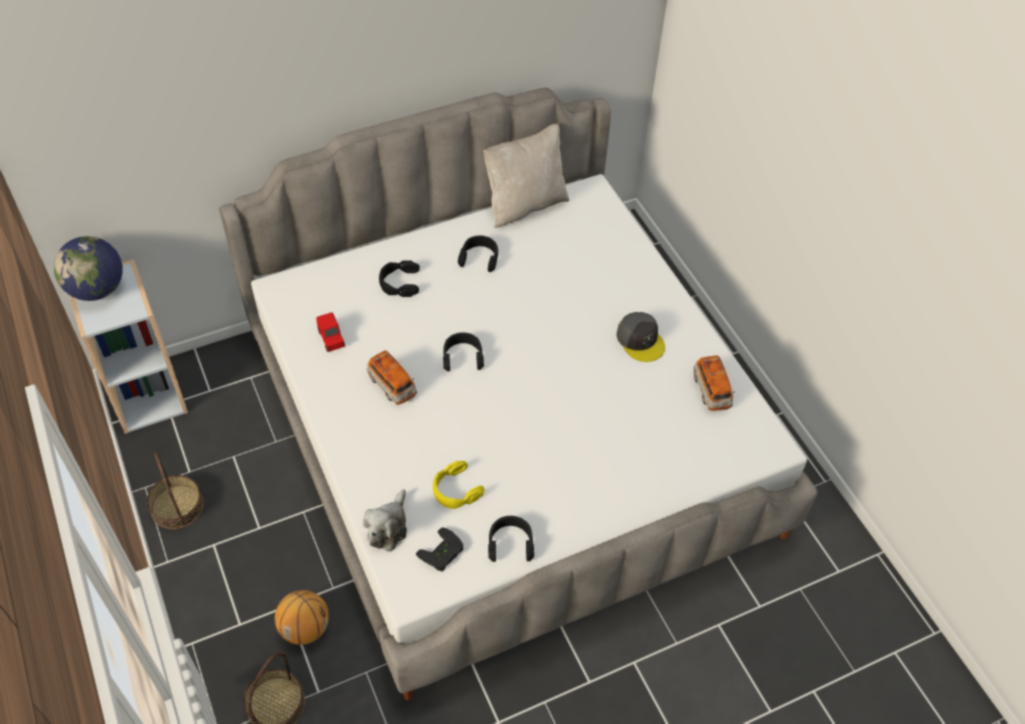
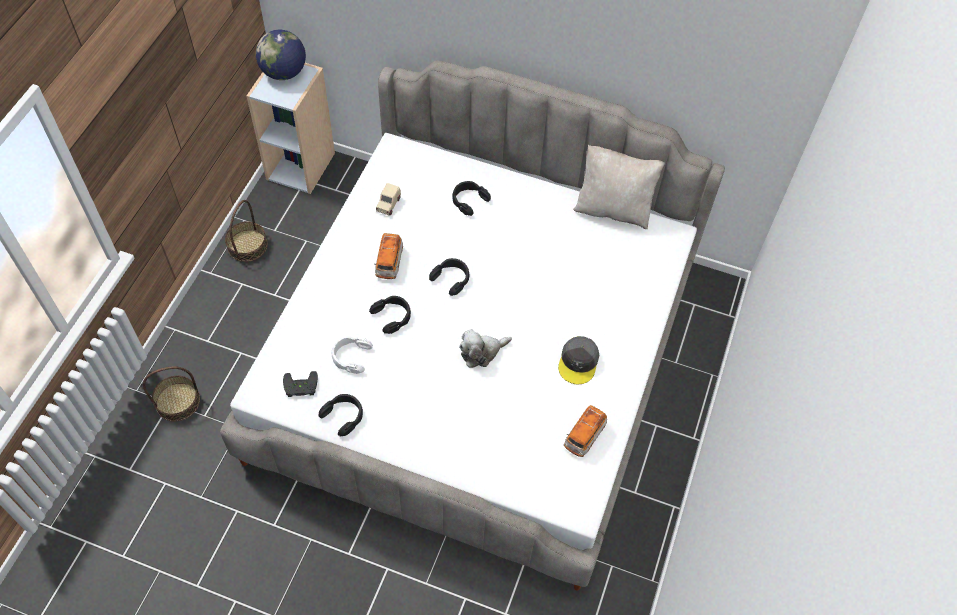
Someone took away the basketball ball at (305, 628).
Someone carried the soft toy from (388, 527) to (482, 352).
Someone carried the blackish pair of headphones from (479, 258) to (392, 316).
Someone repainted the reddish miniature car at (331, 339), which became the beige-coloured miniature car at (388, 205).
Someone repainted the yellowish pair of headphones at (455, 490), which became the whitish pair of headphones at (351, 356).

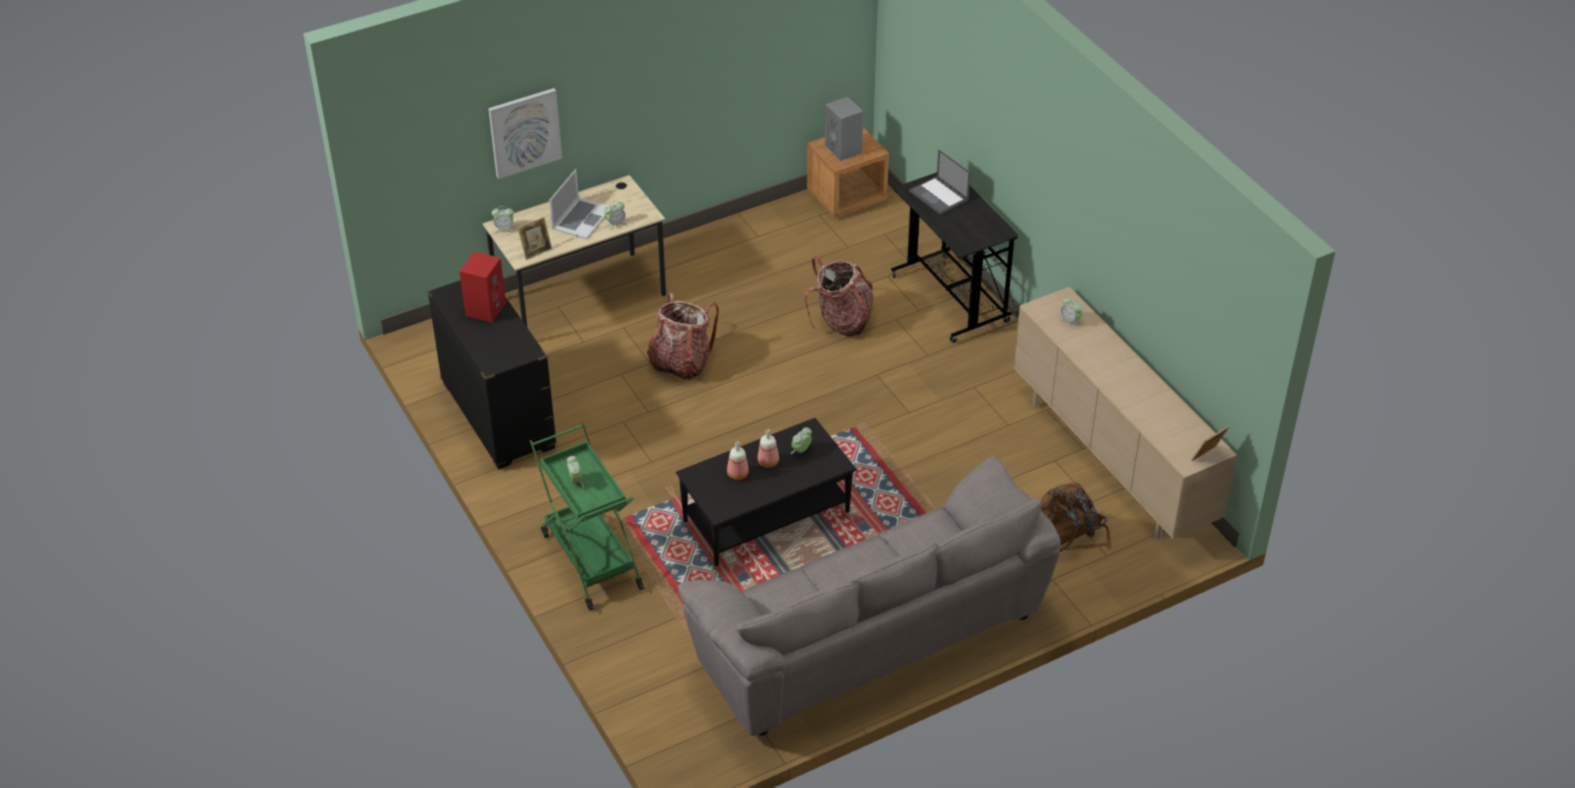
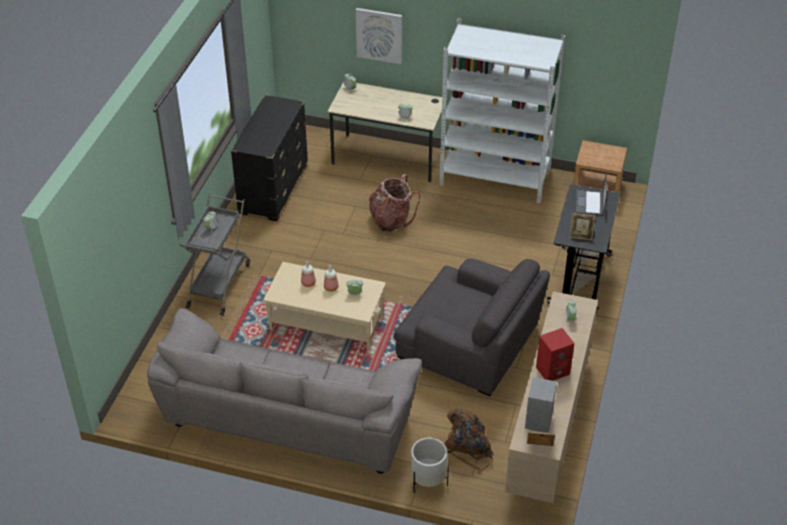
Someone took away the portable computer at (581, 218).
Someone took away the backpack at (842, 321).
Someone put down the gray armchair at (470, 344).
Someone put down the whitish plant pot at (428, 481).
Someone put down the whitish bookshelf at (495, 177).
Someone carried the reddish loudspeaker from (485, 308) to (553, 370).
Someone carried the photo frame from (536, 251) to (580, 236).
Someone carried the gray loudspeaker from (844, 149) to (539, 421).
Someone repainted the green-coloured cart at (591, 561), which became the gray cart at (220, 285).
Someone repainted the blackish low table at (765, 517), which became the beige-coloured low table at (326, 323).

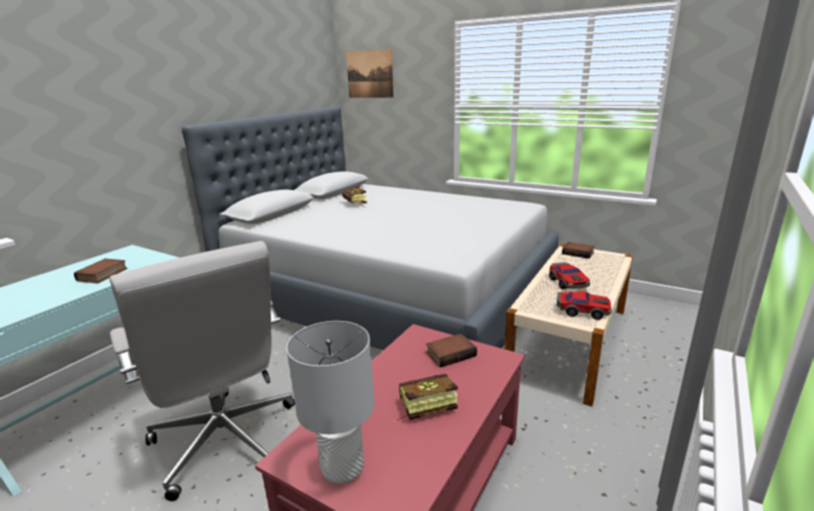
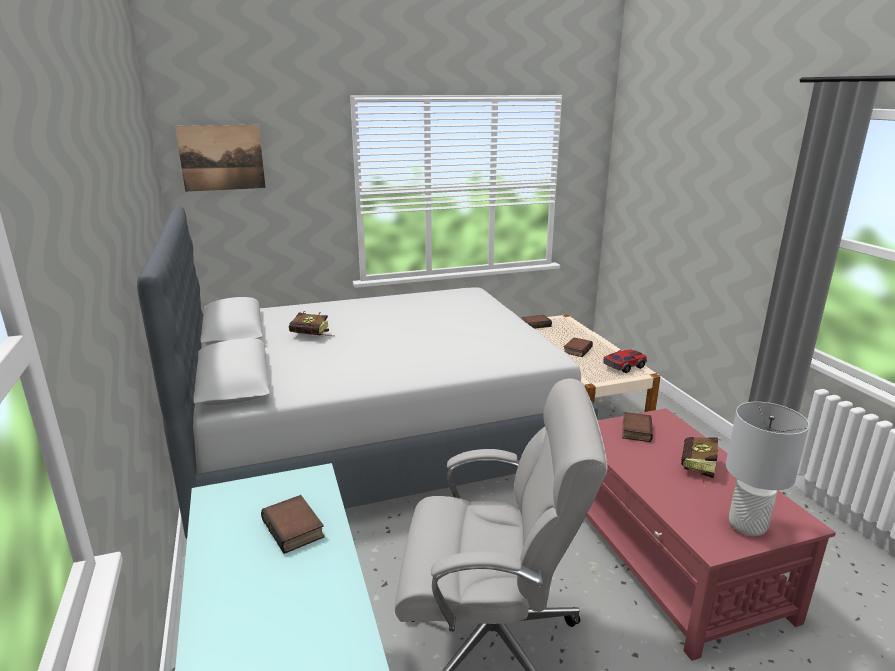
Someone swapped the miniature car at (568, 282) for the volume at (577, 350).

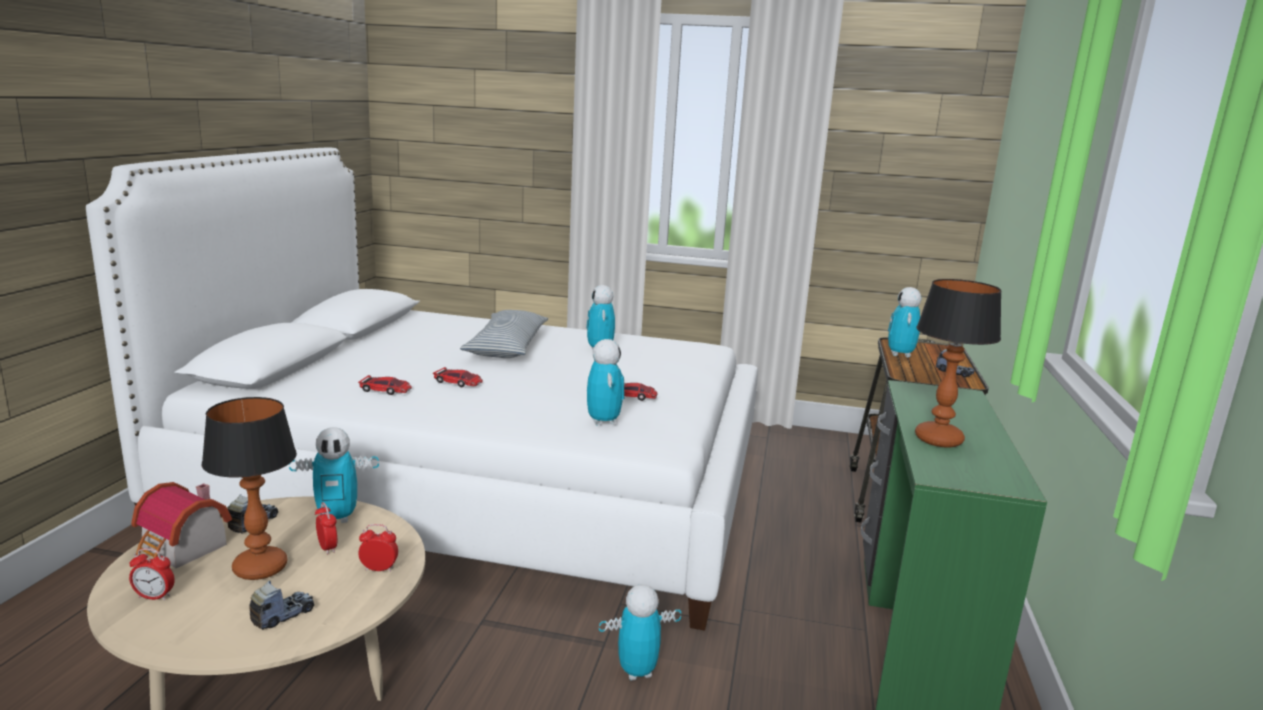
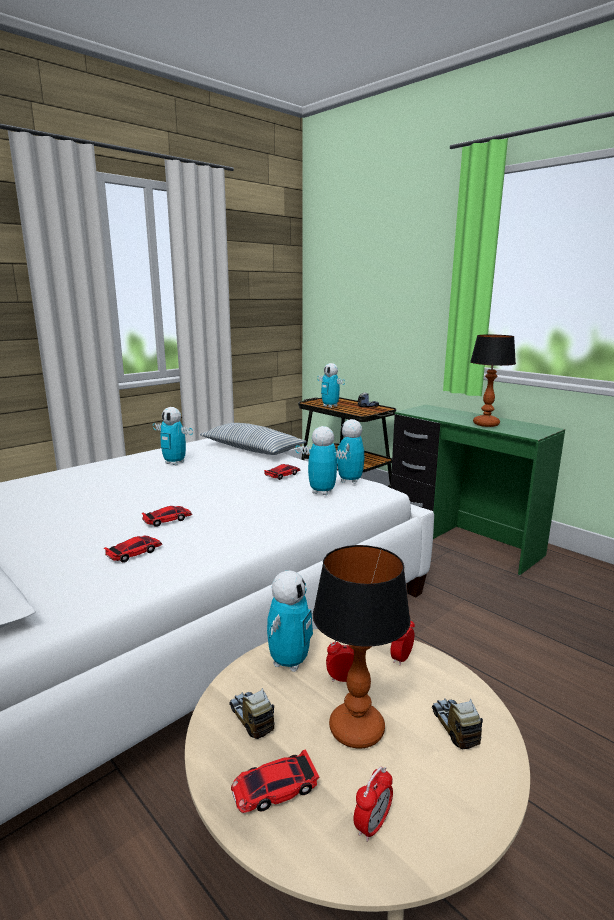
Someone carried the cushion from (507, 347) to (252, 449).
Someone carried the model robot from (637, 672) to (350, 481).
Someone swapped the toy house at (182, 550) for the miniature car at (275, 788).

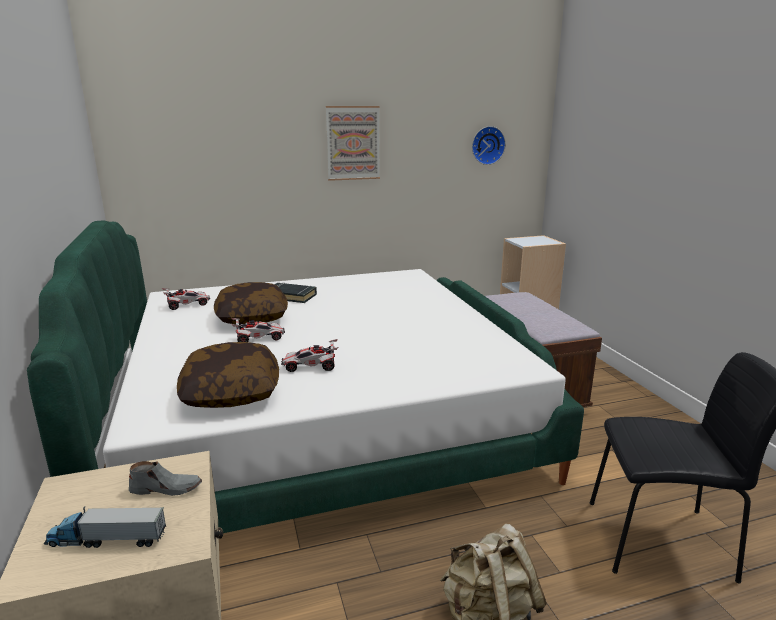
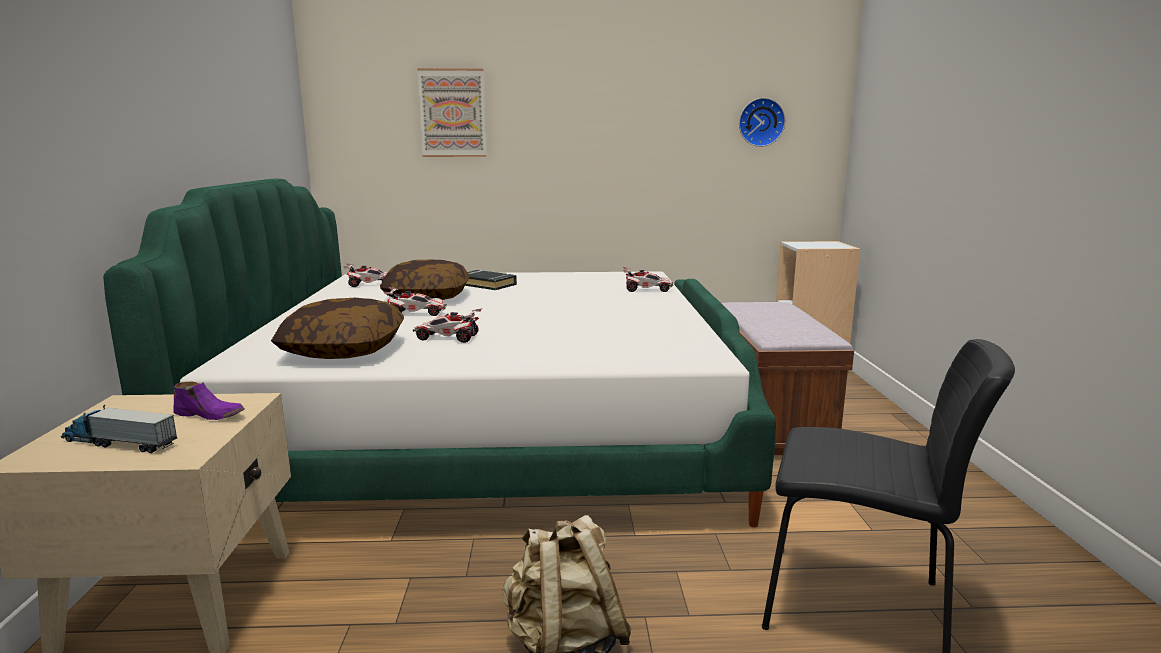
Someone put down the miniature car at (647, 290).
Someone carried the wall picture from (353, 143) to (452, 113).
Someone repainted the gray item of footwear at (166, 488), which became the purplish item of footwear at (210, 415).

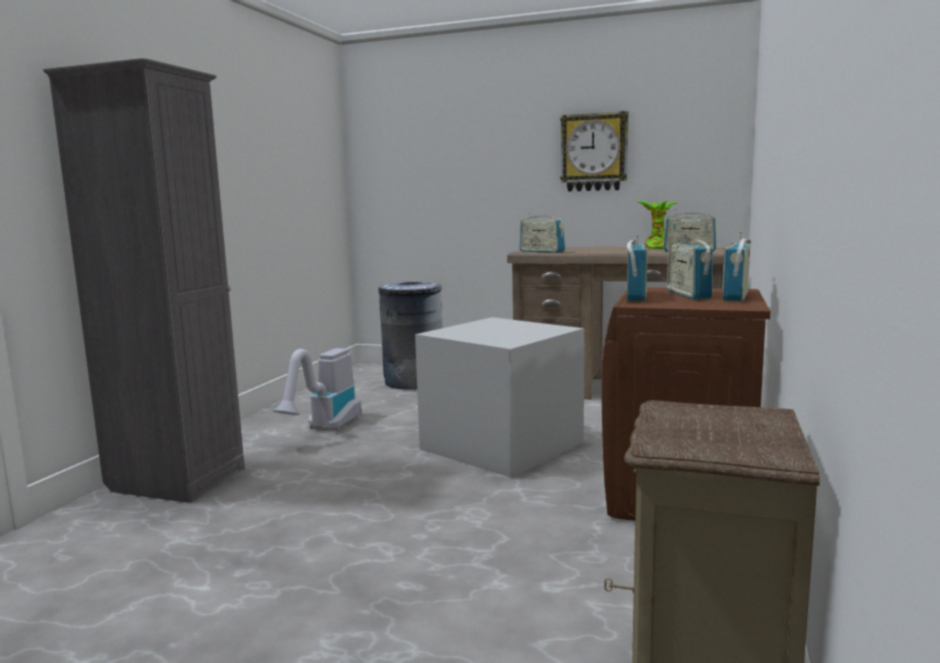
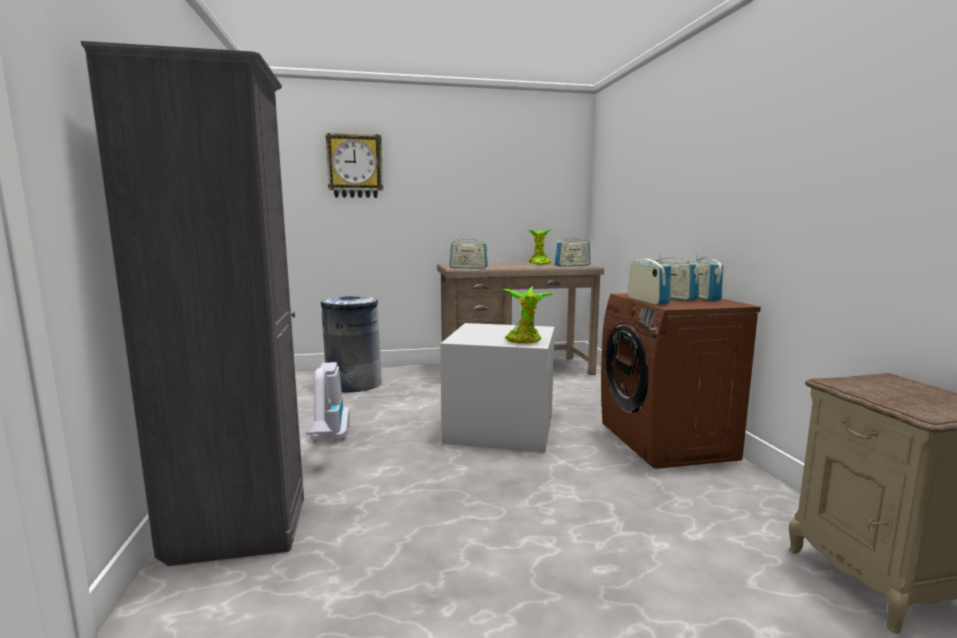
Someone put down the plant in a pot at (524, 341).
Someone carried the wall clock from (594, 152) to (355, 166).

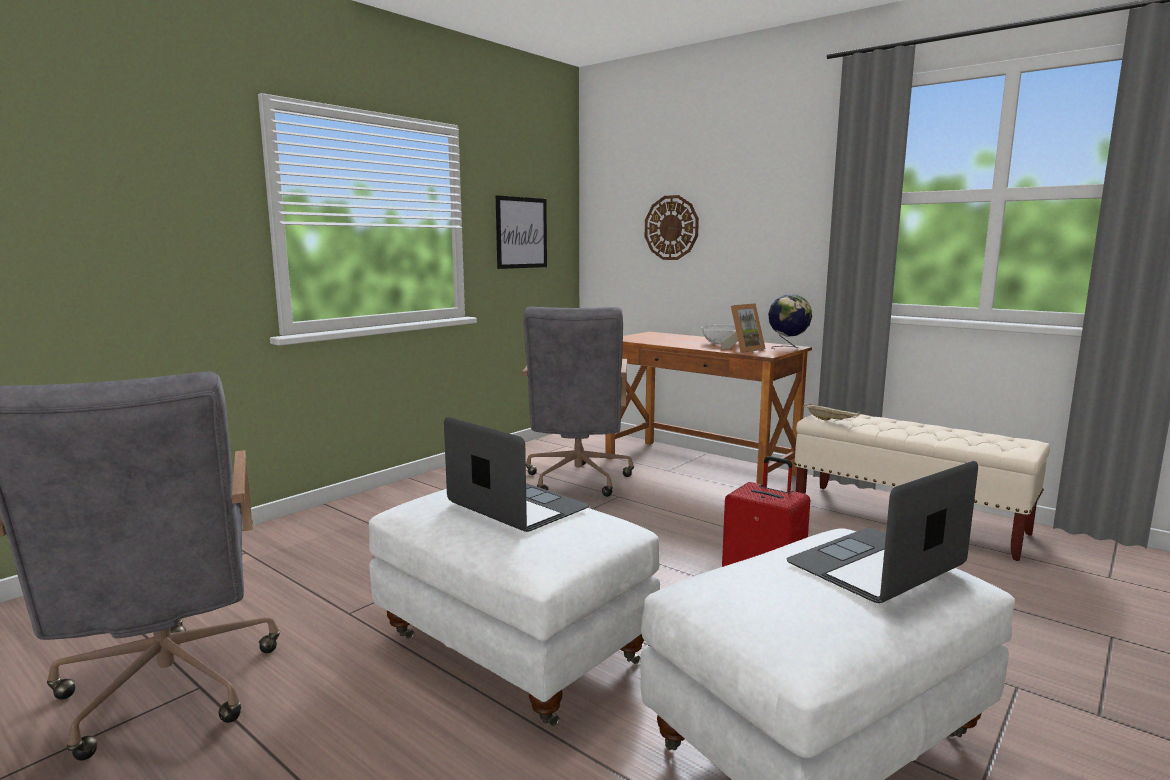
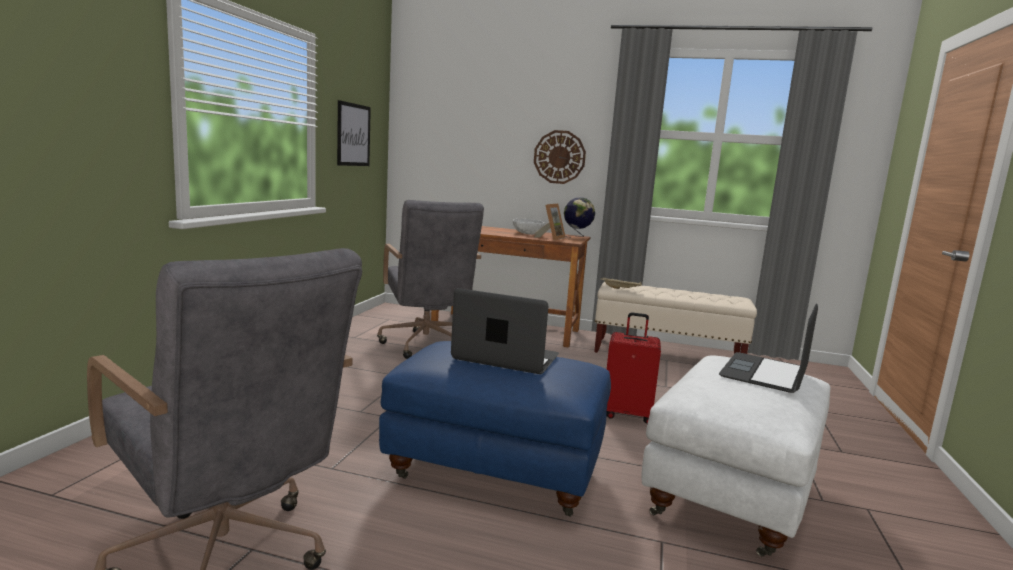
Someone carried the wall clock from (671, 228) to (559, 157).
Someone repainted the whitish footrest at (511, 652), which became the bluish footrest at (494, 475).

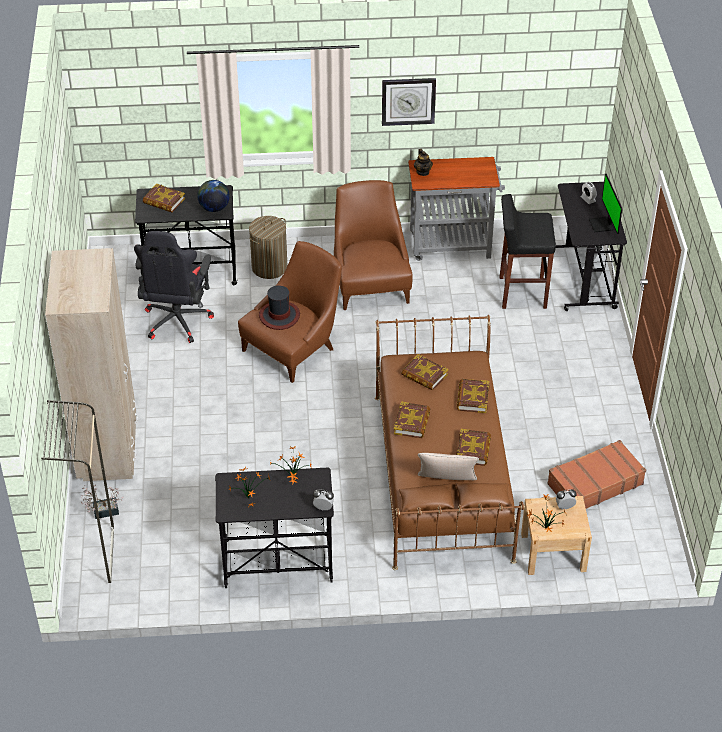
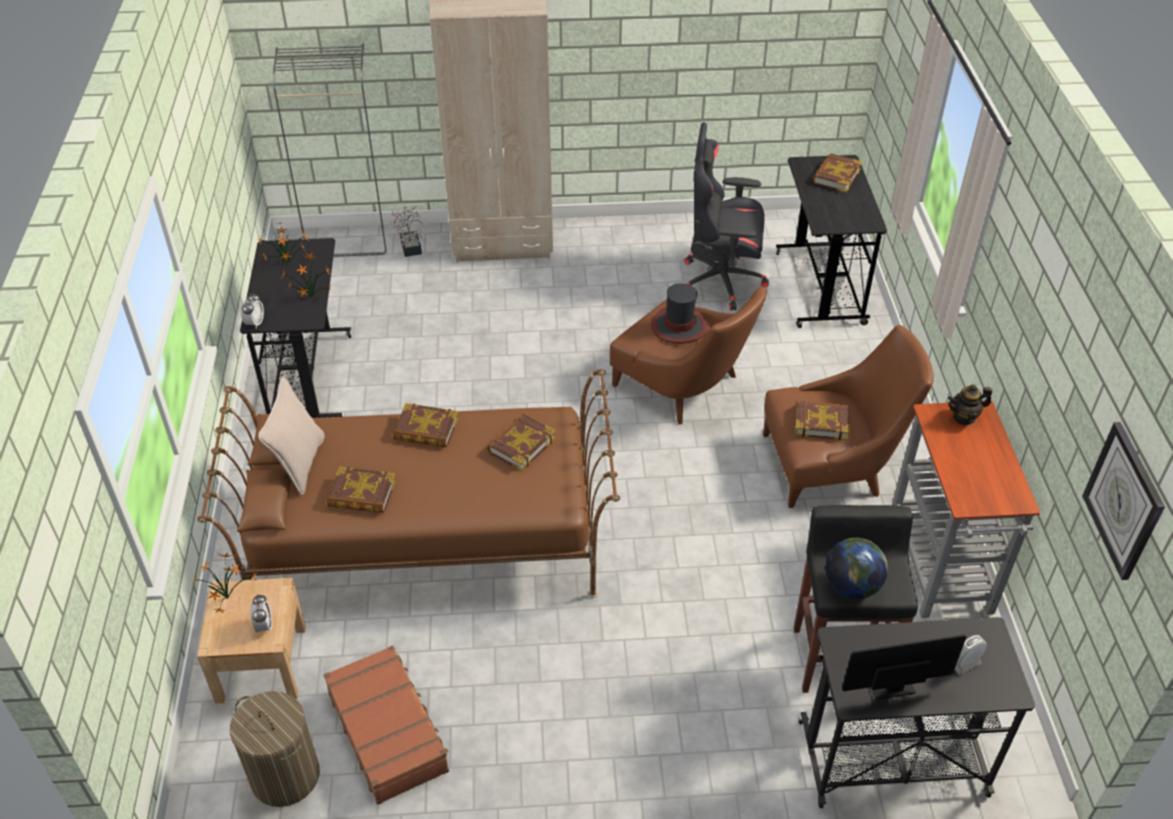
Someone carried the globe from (214, 208) to (852, 586).
Someone carried the washing basket from (269, 267) to (285, 775).
Someone carried the wall clock from (408, 101) to (1124, 500).
Someone carried the volume from (472, 398) to (821, 423).

